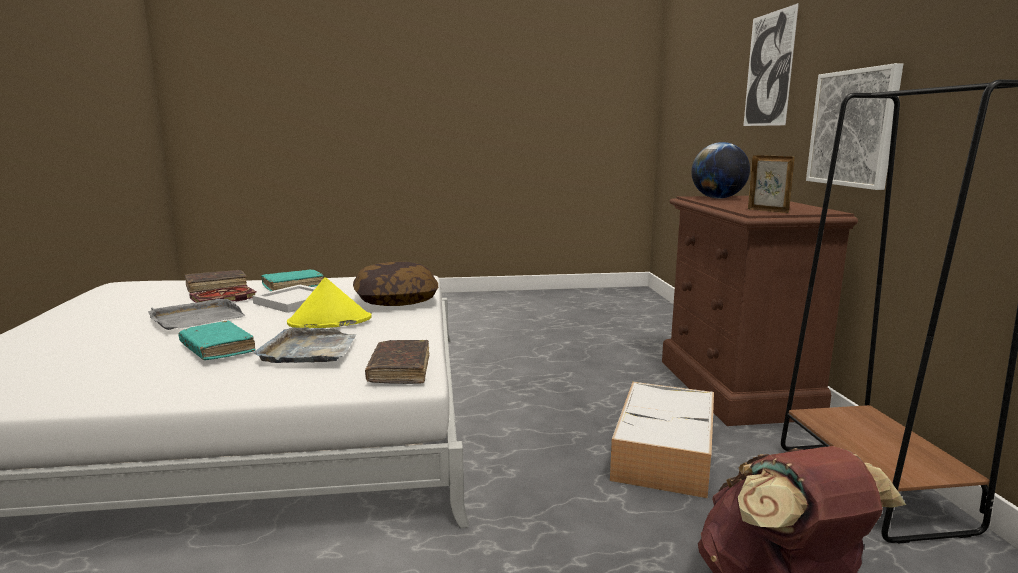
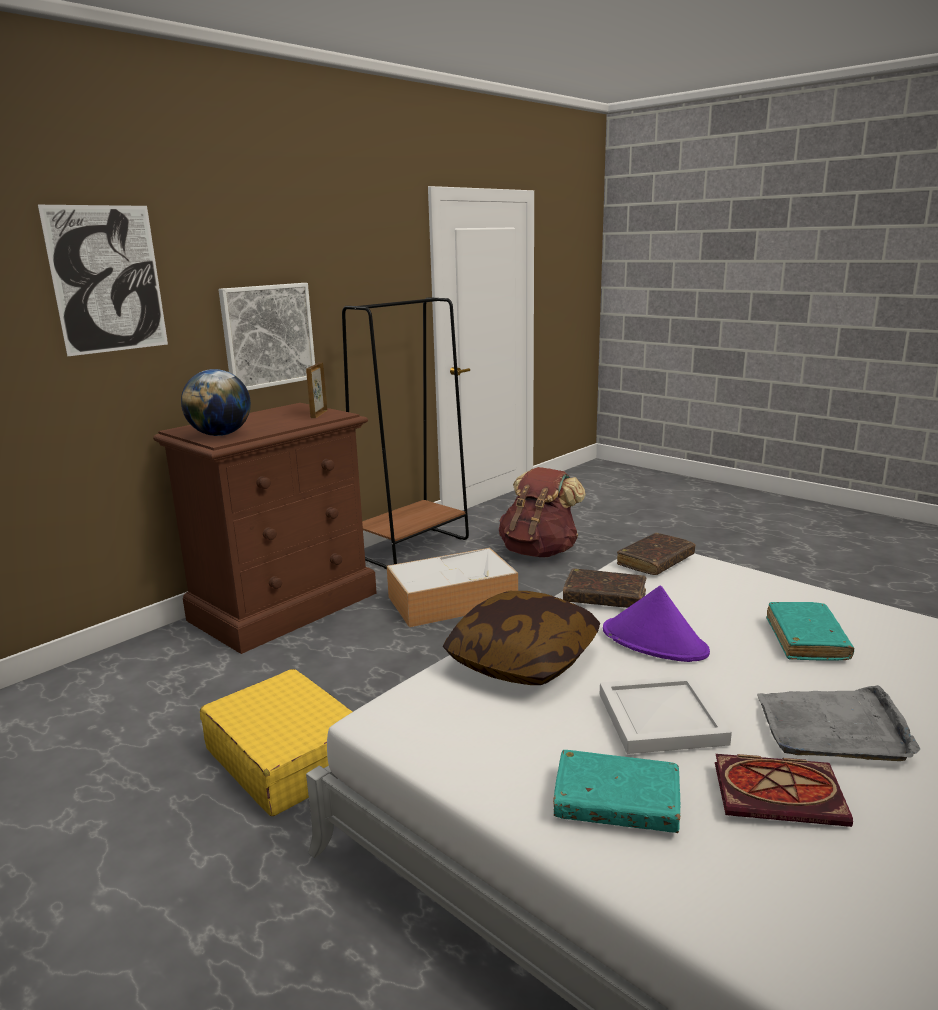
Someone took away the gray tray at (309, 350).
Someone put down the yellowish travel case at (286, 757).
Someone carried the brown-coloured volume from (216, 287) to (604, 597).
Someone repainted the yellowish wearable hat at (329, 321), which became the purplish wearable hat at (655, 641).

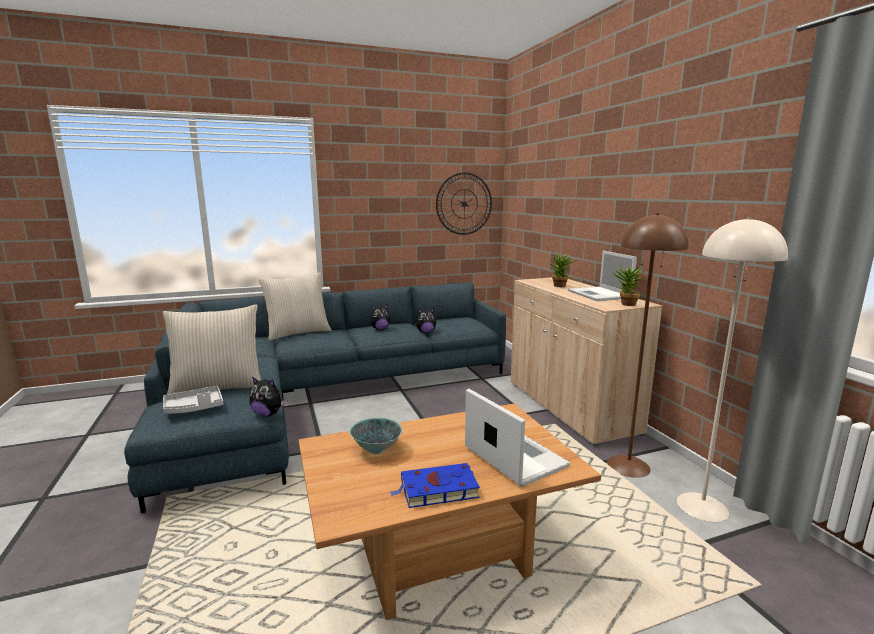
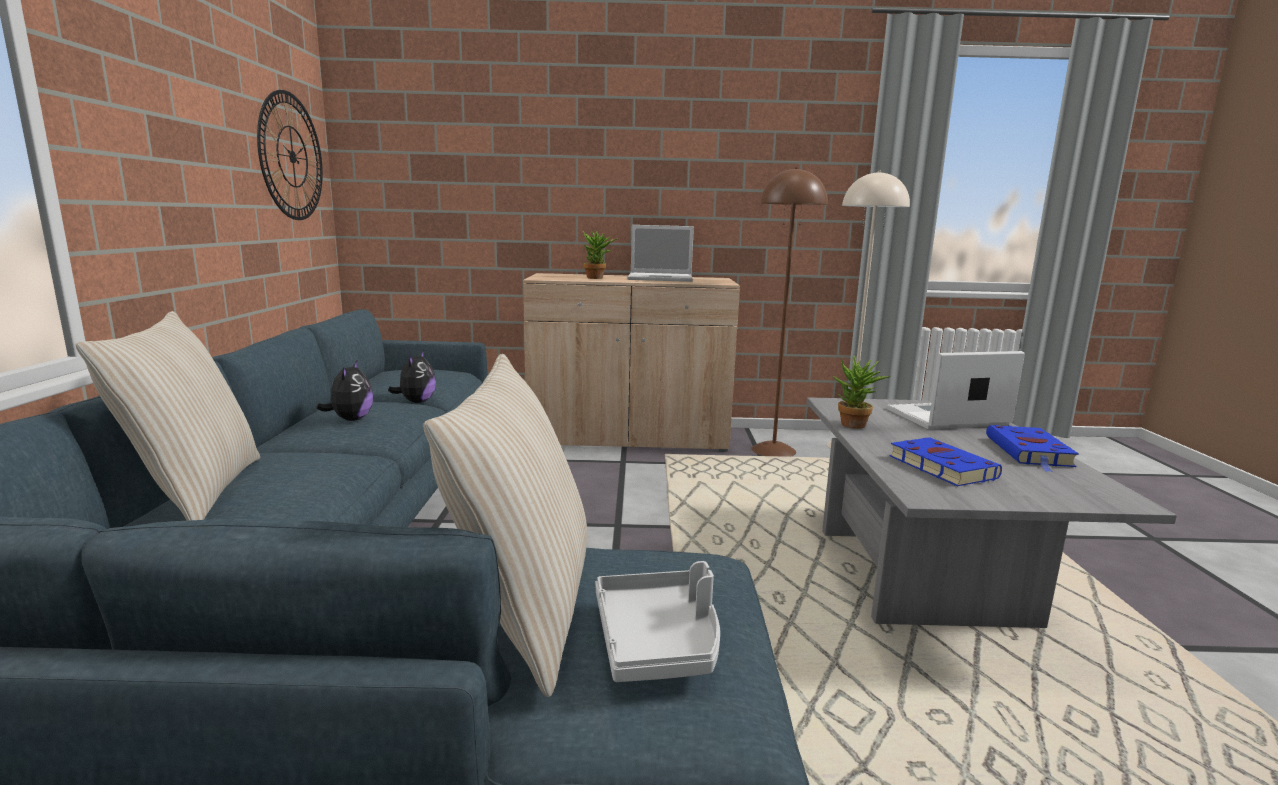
Someone took away the soft toy at (268, 414).
Someone carried the plant in a pot from (626, 304) to (854, 427).
Someone swapped the bowl at (376, 449) for the bluish volume at (939, 466).
Someone repainted the brown-coloured low table at (439, 557), which became the gray low table at (928, 576).

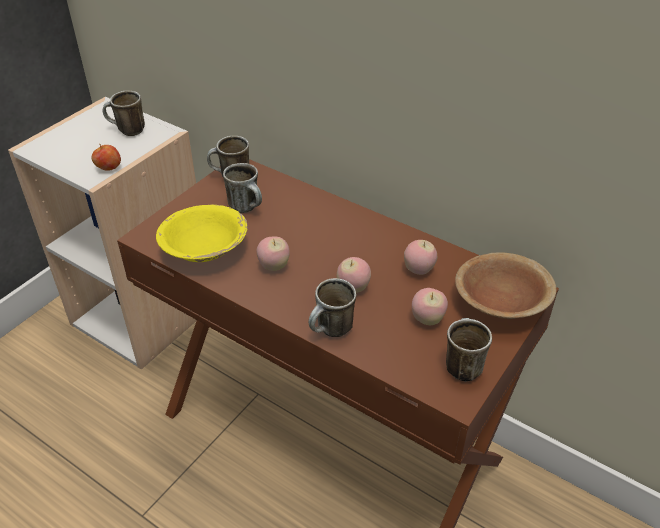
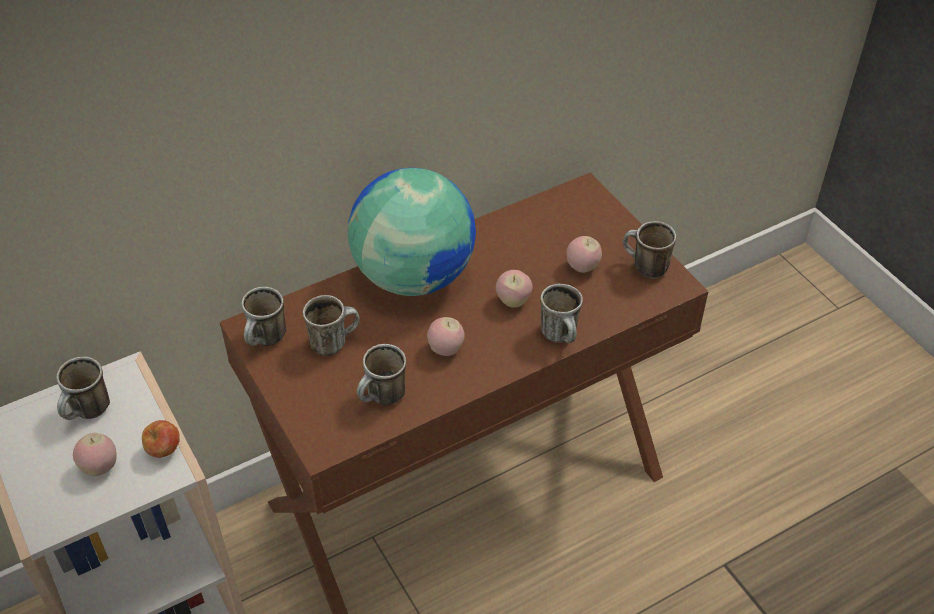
Someone took away the brown-coloured bowl at (500, 303).
Someone put down the globe at (413, 275).
Someone carried the whole apple from (418, 270) to (100, 467).
Someone swapped the yellowish bowl at (205, 250) for the mug at (383, 399).

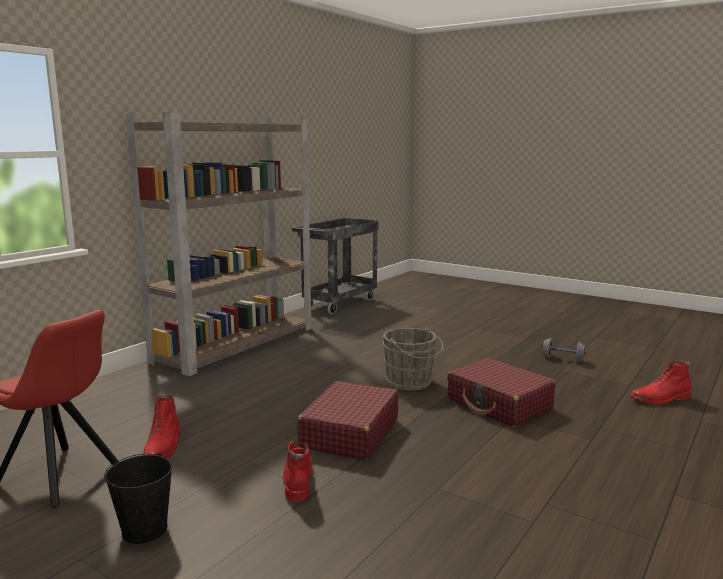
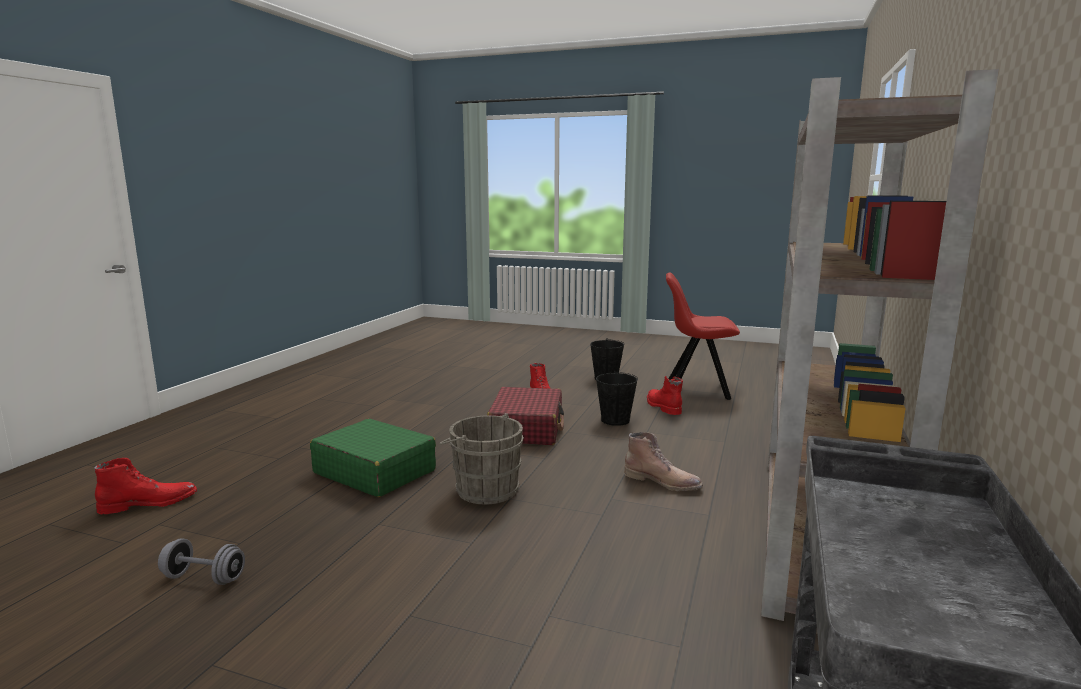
Someone put down the blackish water bucket at (615, 420).
Someone put down the brown-coloured tall boot at (663, 482).
Someone repainted the reddish travel case at (499, 404), which became the green-coloured travel case at (374, 471).

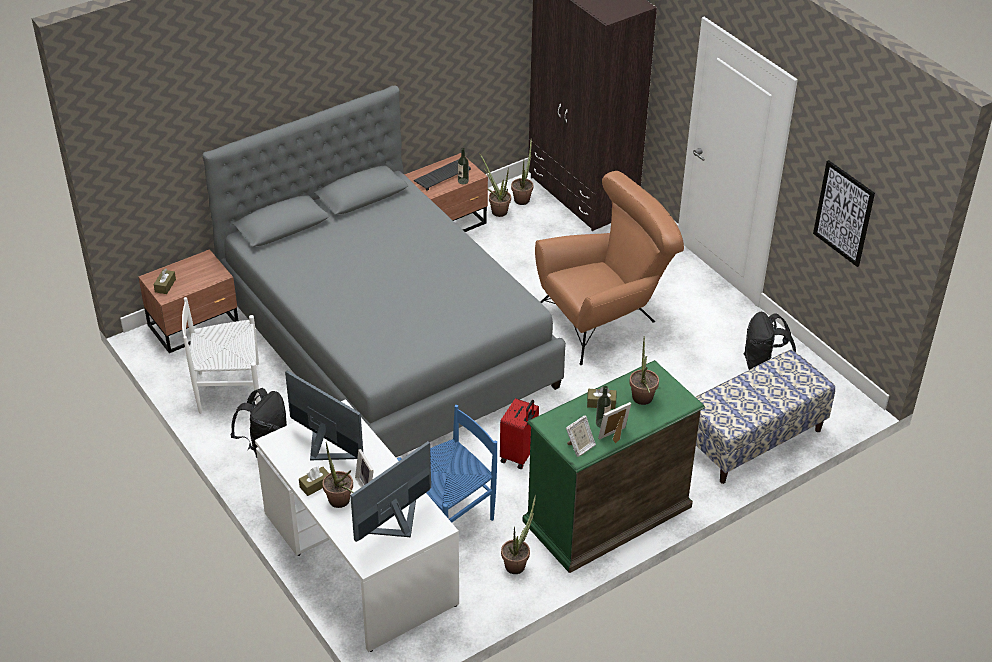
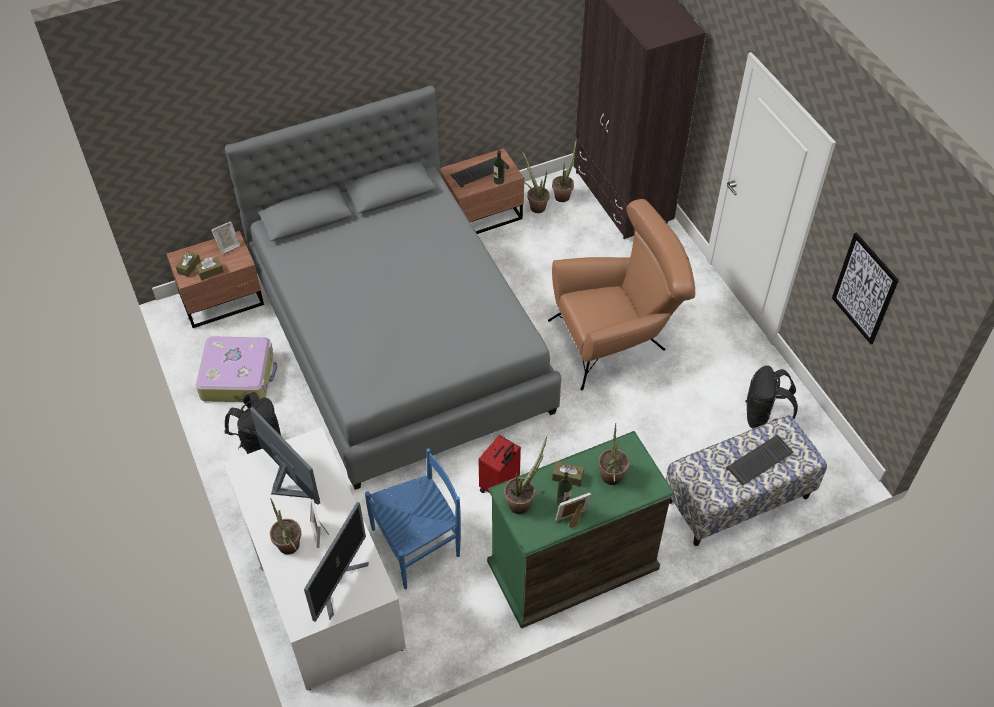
Someone put down the keyboard at (759, 462).
Someone carried the brown-coloured tissue box from (315, 485) to (210, 272).
Someone carried the plant in a pot from (517, 563) to (522, 501).
Someone carried the photo frame from (580, 447) to (228, 246).
Someone swapped the whitish chair at (228, 390) for the travel case at (238, 376).
Someone rotated the computer display at (396, 525) by 150 degrees clockwise.

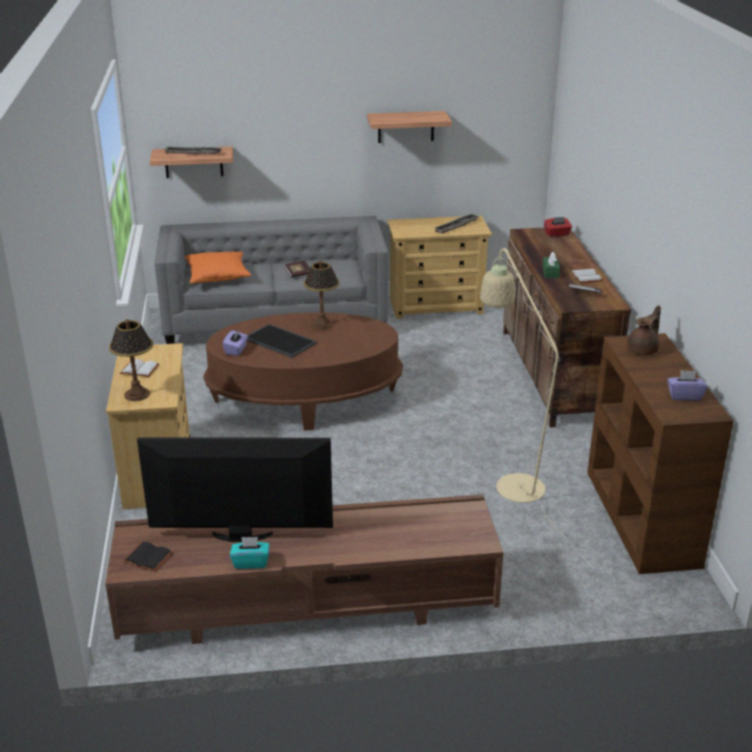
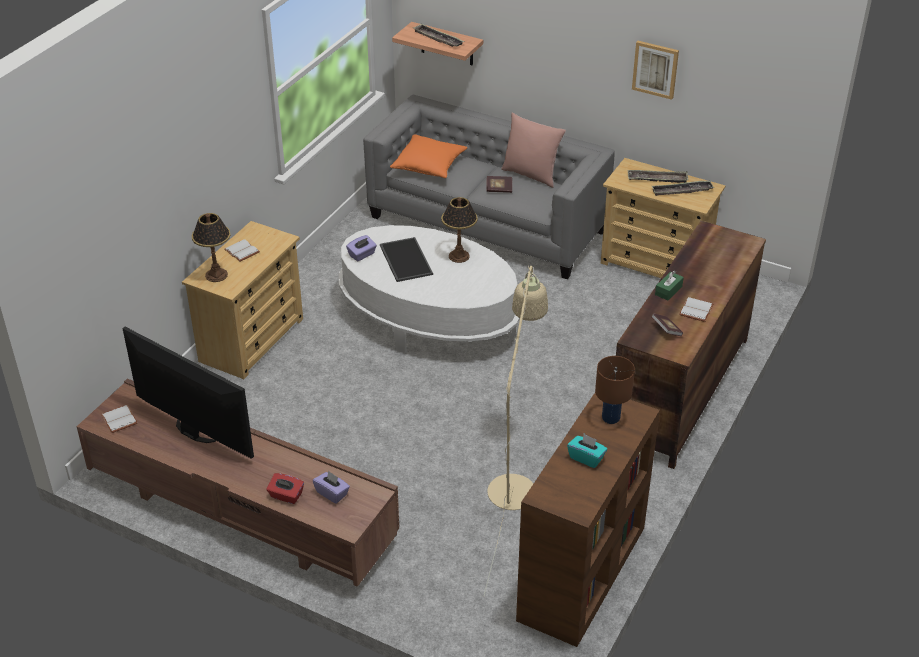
Someone put down the pink-coloured cushion at (531, 174).
Someone put down the tray at (657, 179).
Someone carried the turquoise-coloured tissue box from (250, 562) to (586, 458).
Someone carried the reddish tissue box from (557, 234) to (286, 496).
Someone carried the purplish tissue box from (684, 396) to (332, 493).
Someone swapped the wall shelf at (406, 127) for the wall picture at (655, 69).
Someone swapped the brown-coloured tea pot at (643, 350) for the brown-coloured tabletop lamp at (611, 419).
Someone repainted the blackish volume at (149, 557), which became the whitish volume at (120, 419).
Someone repainted the brown-coloured low table at (305, 400), which became the whitish low table at (428, 320).

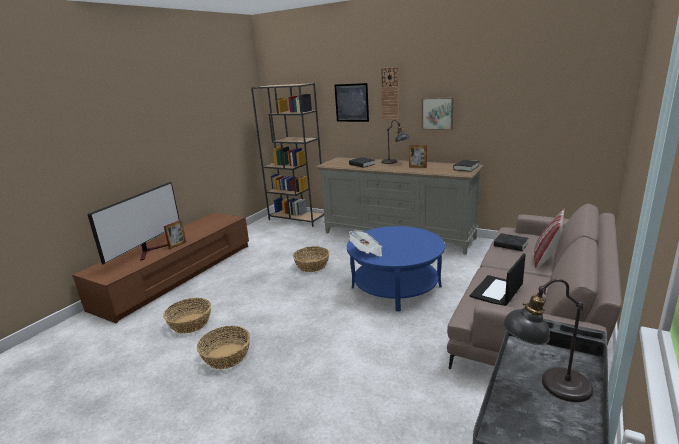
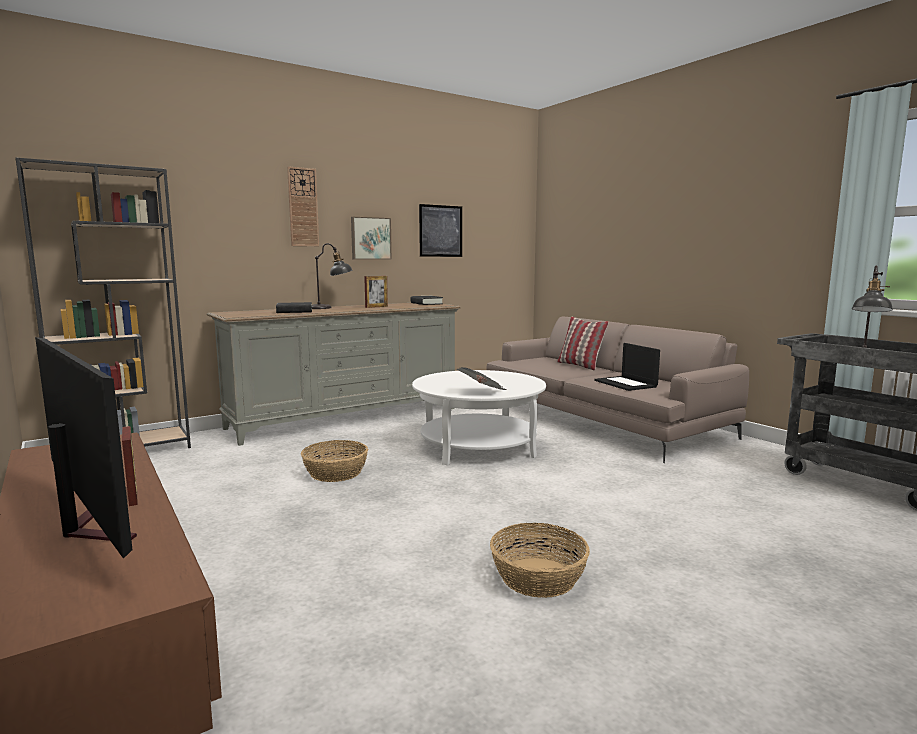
Someone took away the household basket at (190, 323).
Someone took away the blackish volume at (510, 245).
Someone carried the wall picture from (351, 102) to (440, 231).
Someone repainted the bluish low table at (396, 286), which became the whitish low table at (478, 446).

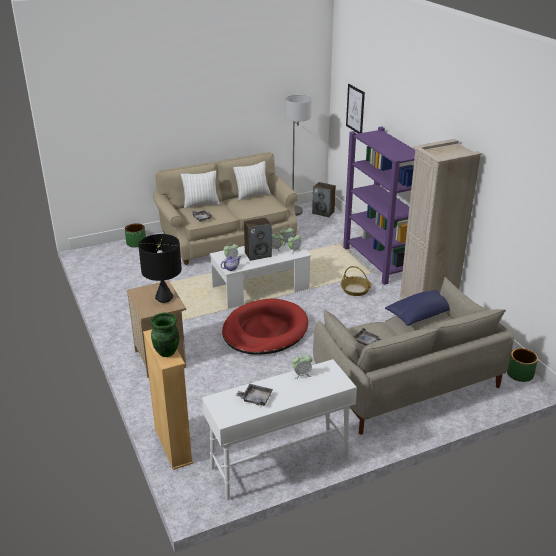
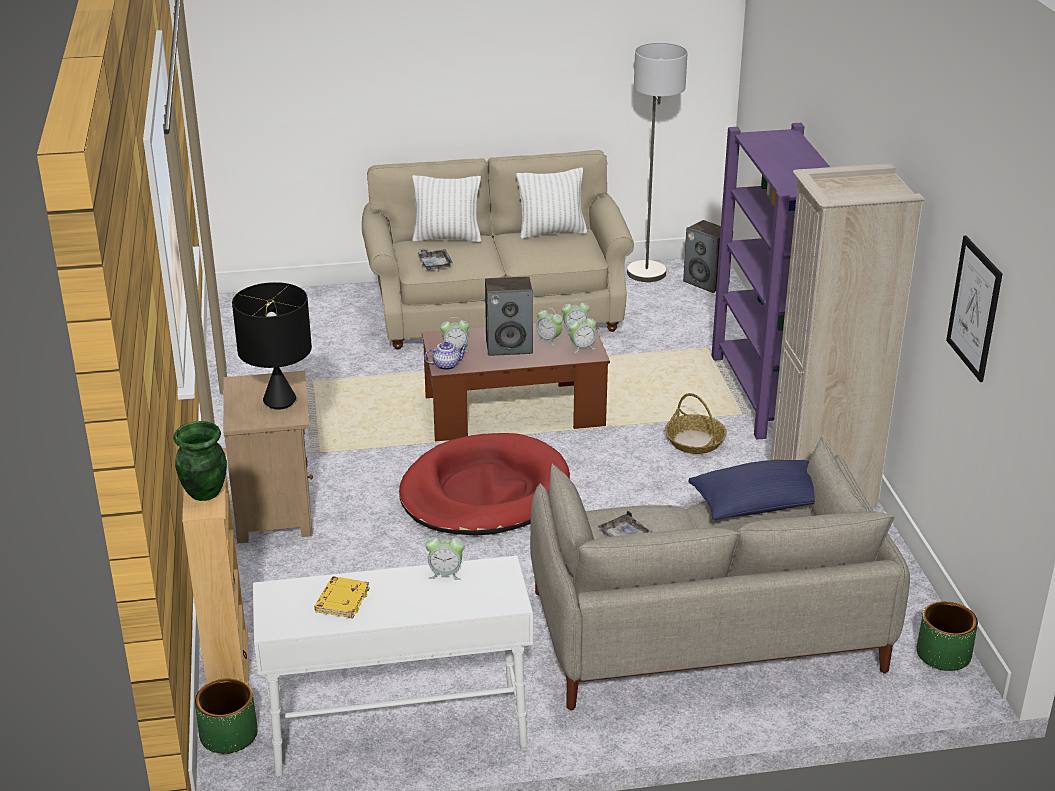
Someone carried the green-coloured plant pot from (136, 243) to (229, 735).
Someone carried the wall picture from (355, 109) to (974, 308).
Someone swapped the gray tray at (255, 398) for the yellowish volume at (341, 600).
Someone repainted the whitish low table at (260, 288), which became the brown-coloured low table at (514, 412).

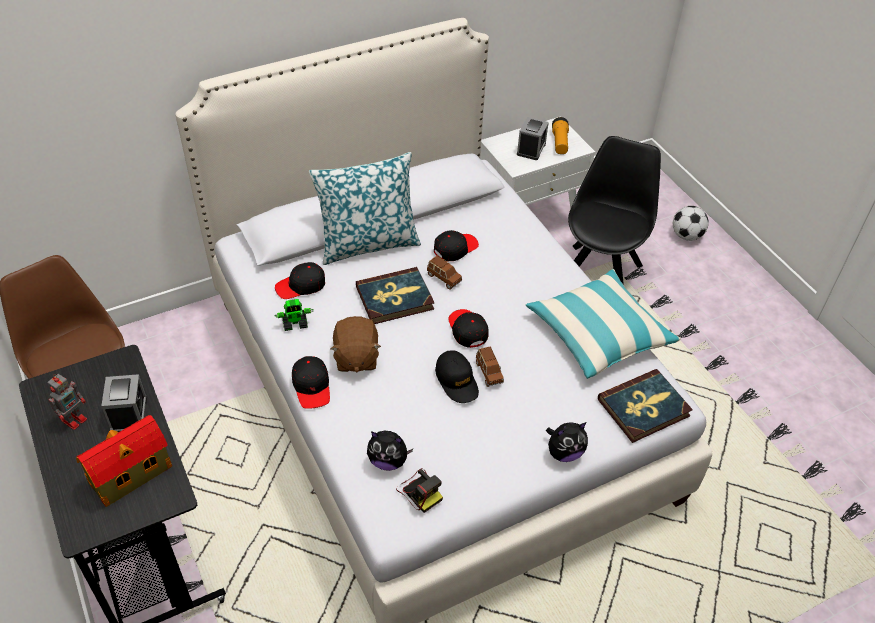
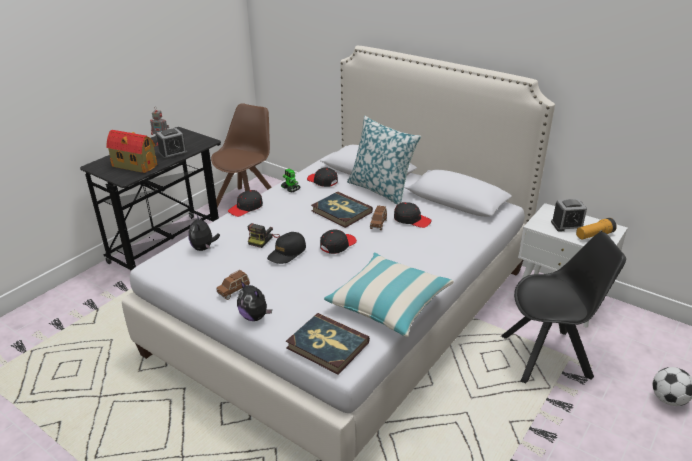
Someone took away the brown-coloured soft toy at (356, 357).
Someone carried the photo camera from (419, 491) to (263, 239).
Someone carried the brown-coloured miniature car from (489, 372) to (234, 291).

